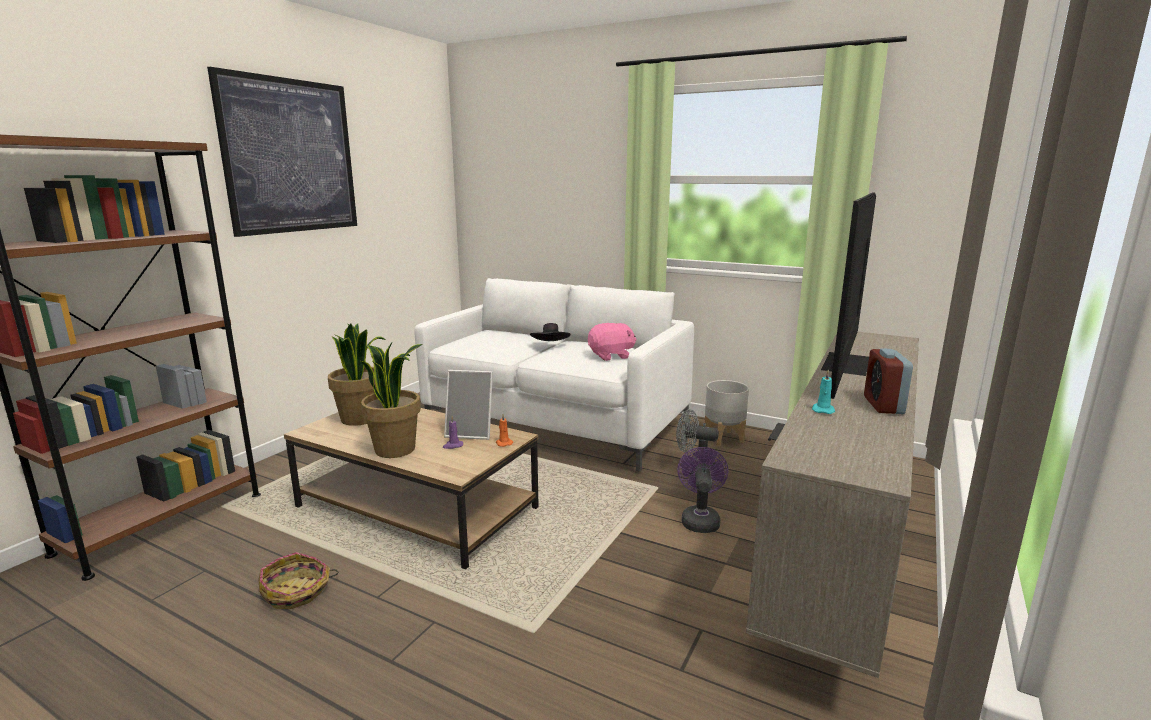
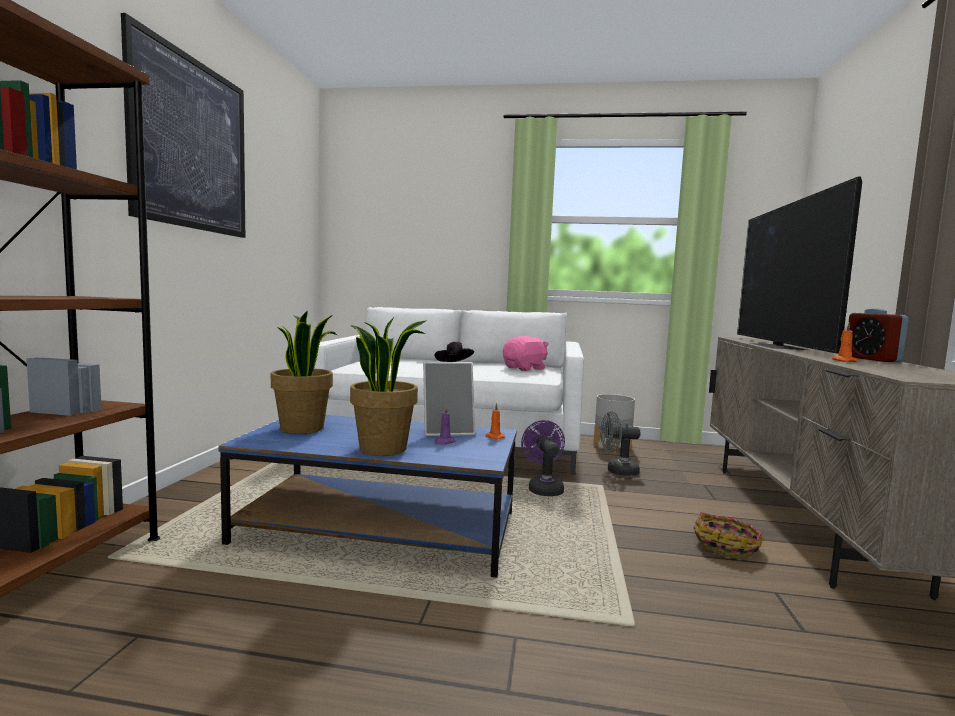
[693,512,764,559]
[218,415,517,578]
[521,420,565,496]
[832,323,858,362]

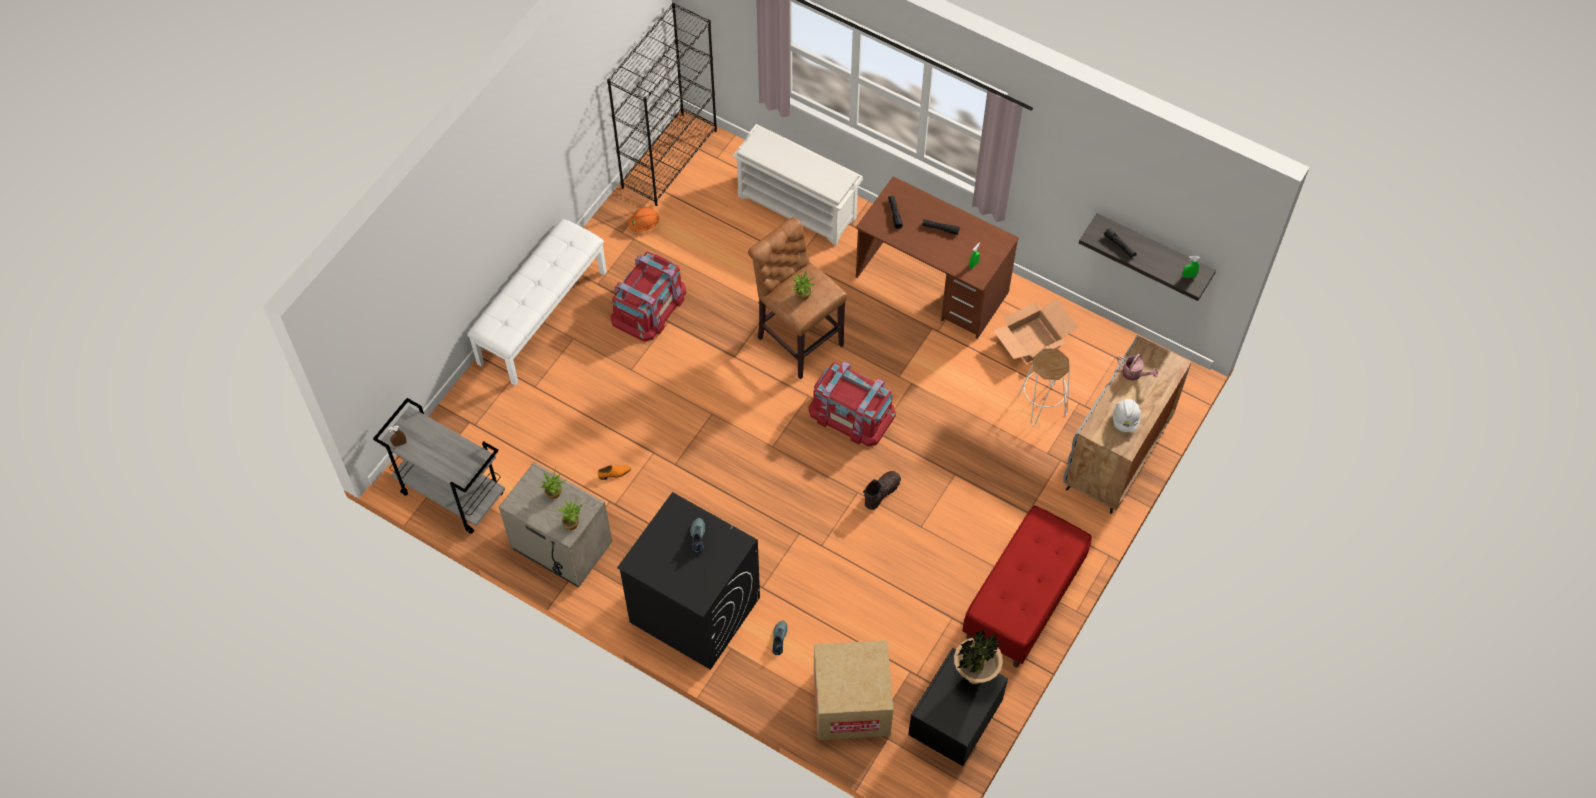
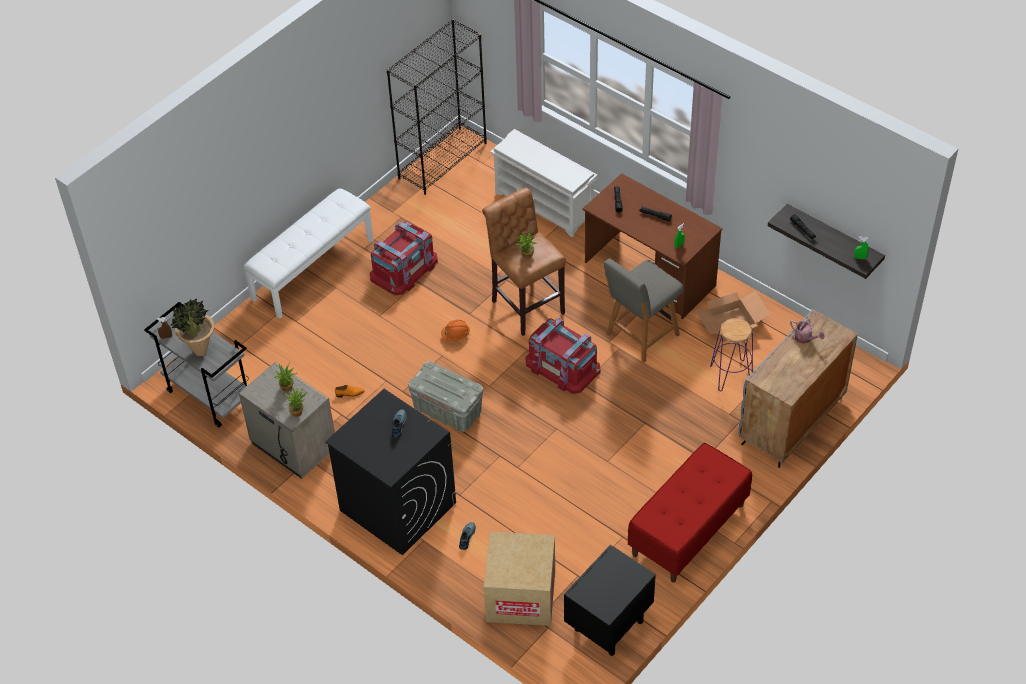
[441,320,470,341]
[863,471,901,510] (first image)
[171,298,214,356]
[710,318,753,391]
[1113,399,1141,432] (first image)
[408,361,483,432]
[604,259,684,363]

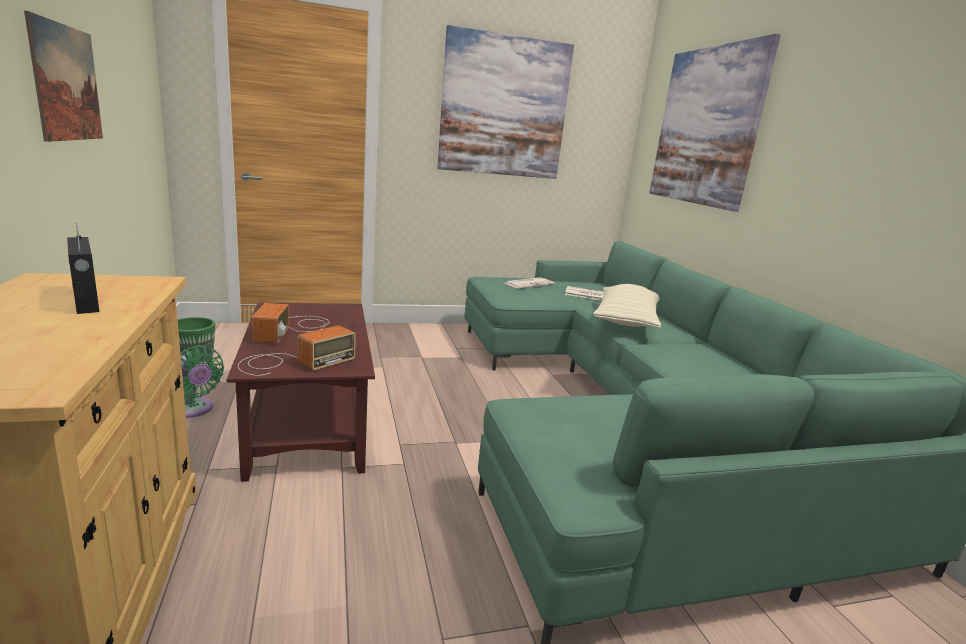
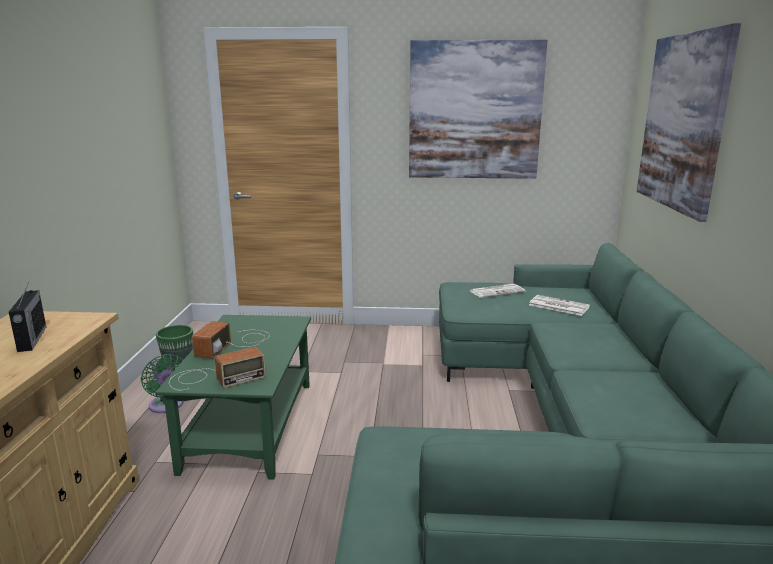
[24,11,103,142] (first image)
[155,315,311,480]
[593,284,661,328] (first image)

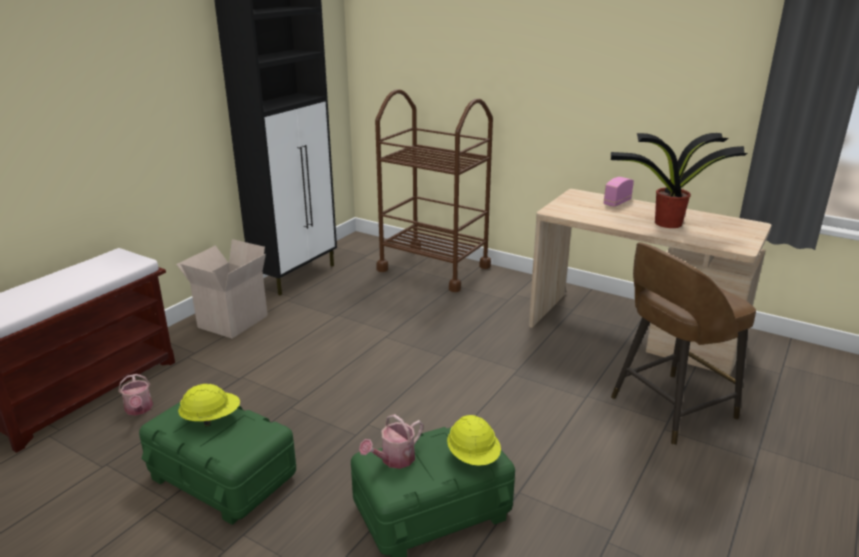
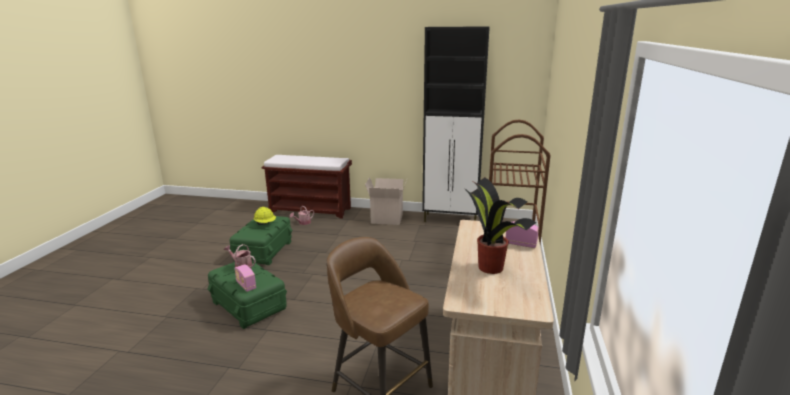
[234,264,256,292]

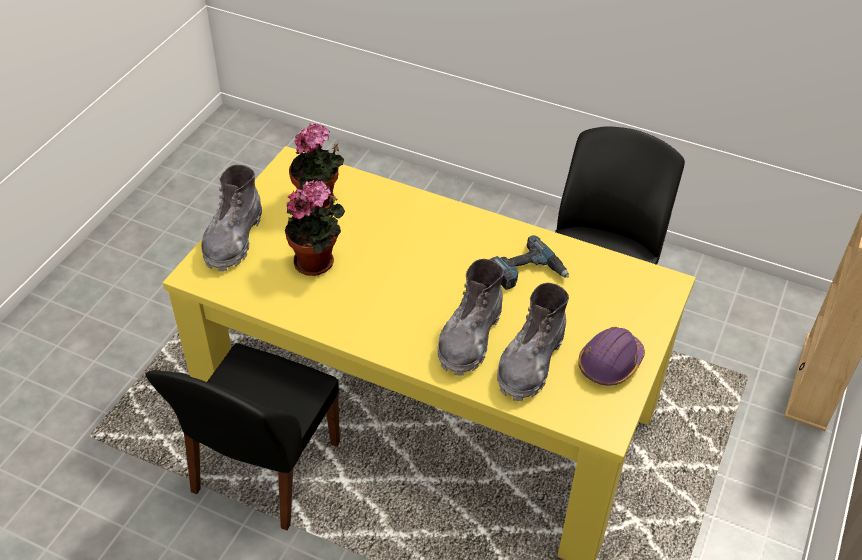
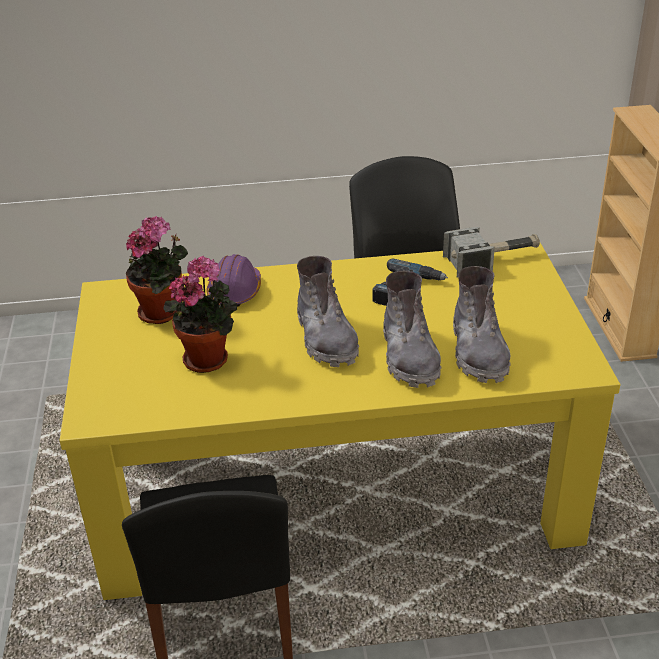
[297,256,359,367]
[206,254,261,307]
[443,227,540,278]

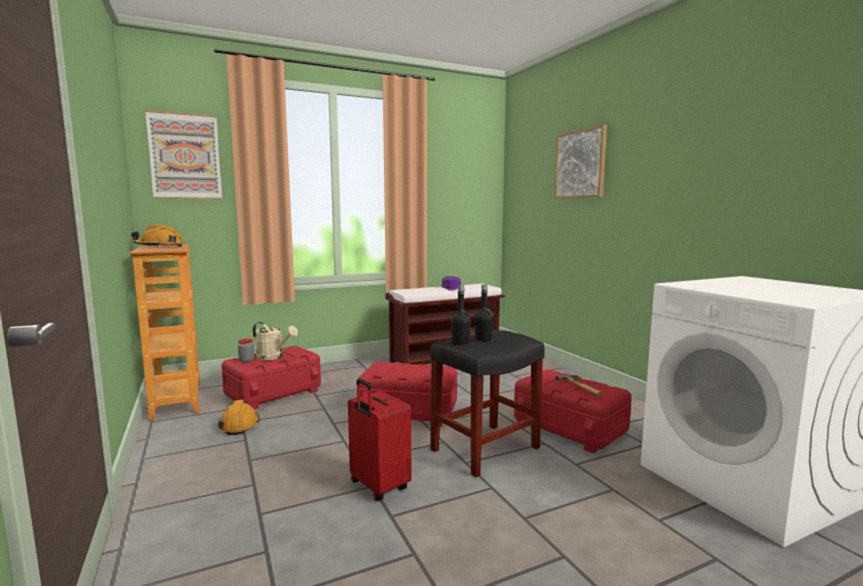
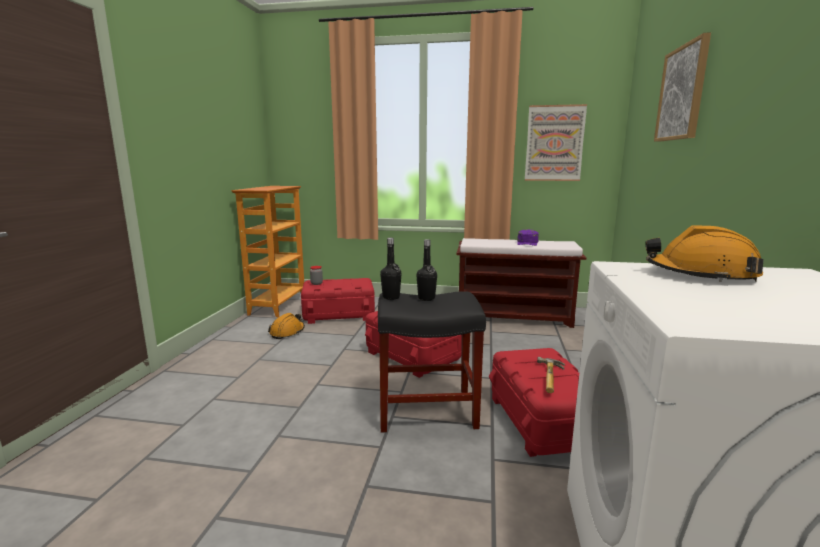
[645,226,764,282]
[525,104,587,181]
[253,322,298,360] (first image)
[348,378,412,501] (first image)

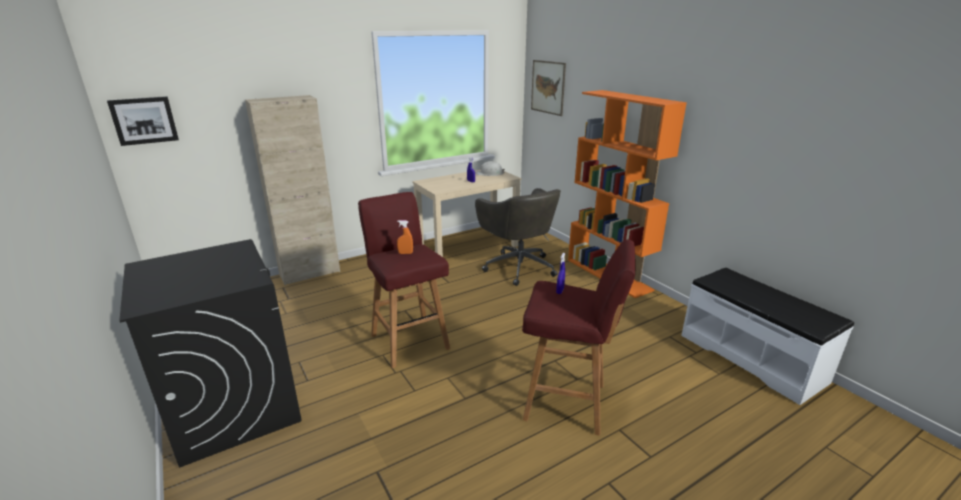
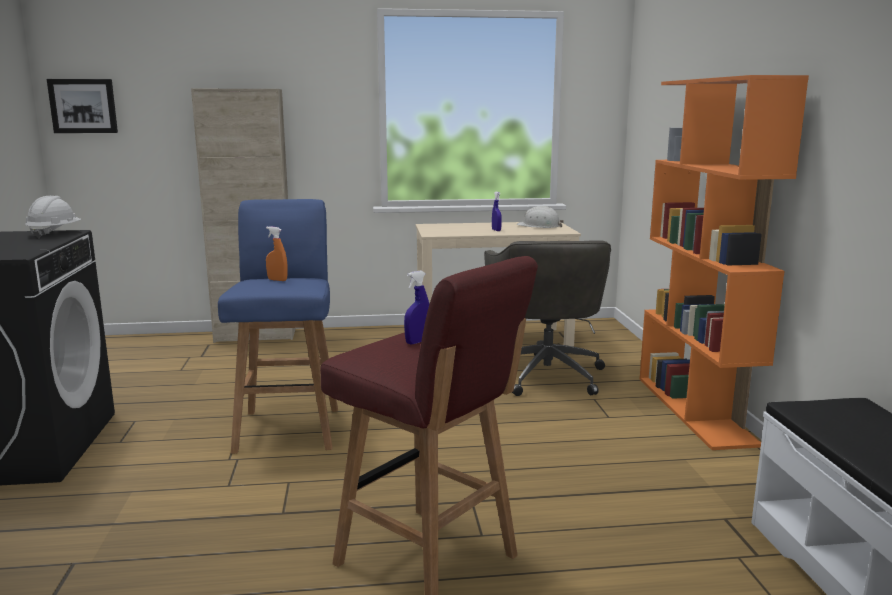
[218,199,338,454]
[531,60,566,116] (first image)
[25,196,82,238]

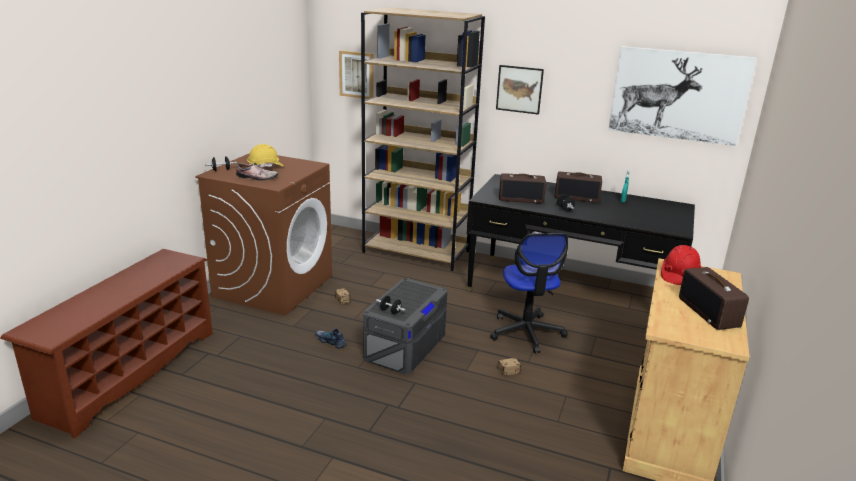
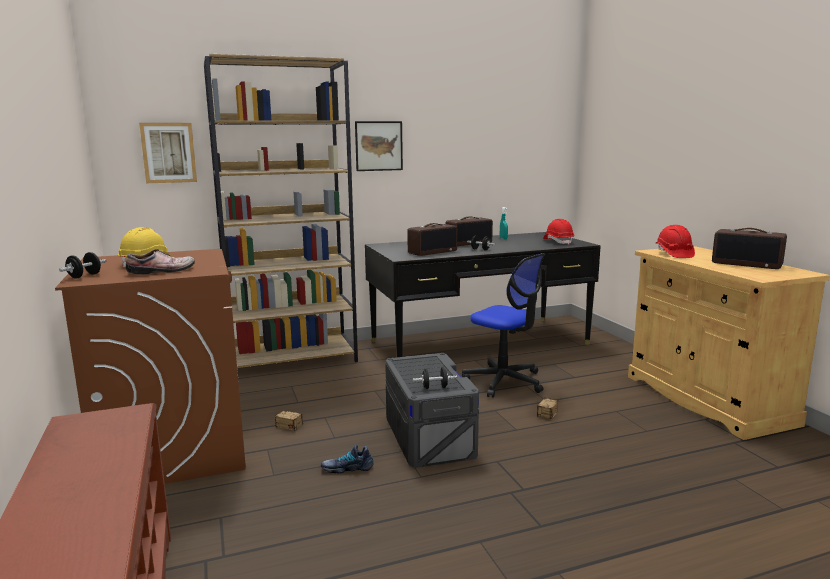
[608,46,757,146] (first image)
[543,219,574,245]

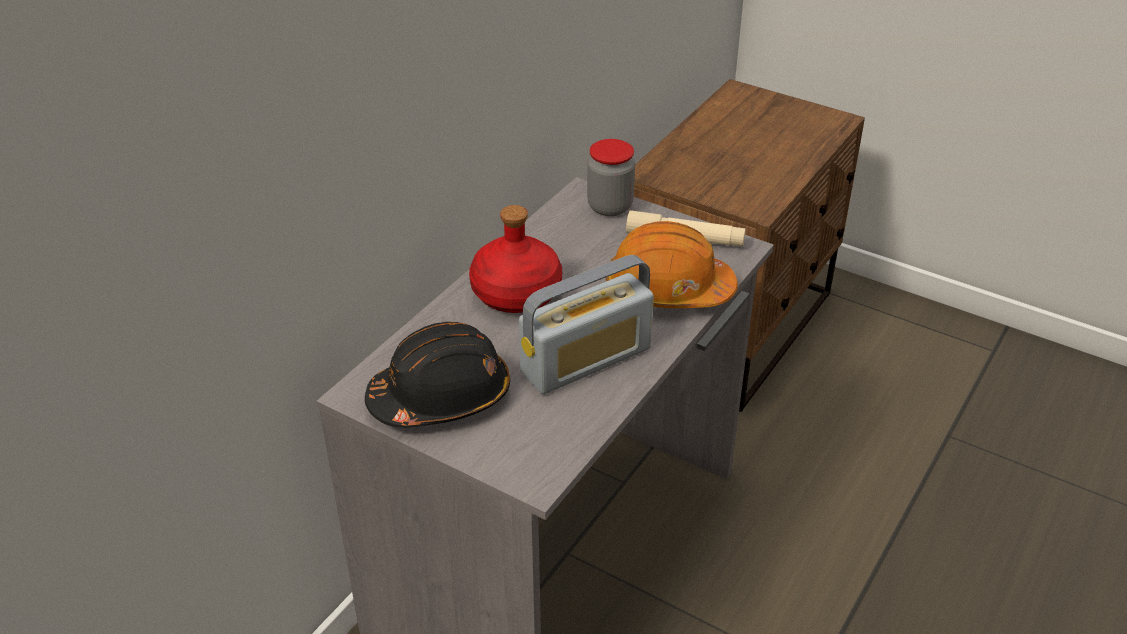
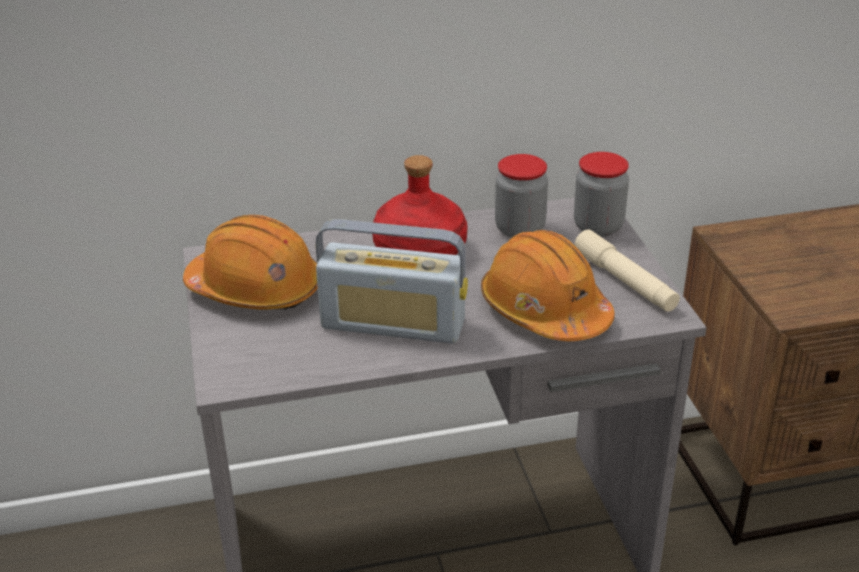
[183,215,318,310]
[495,154,548,238]

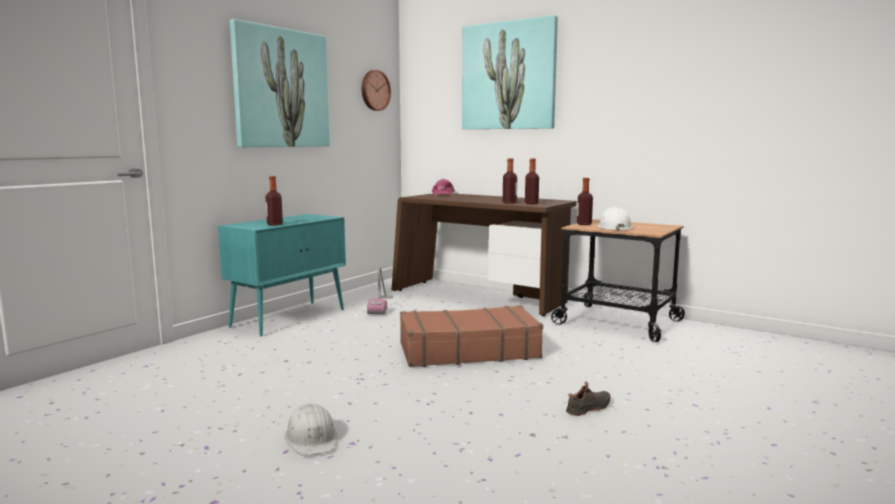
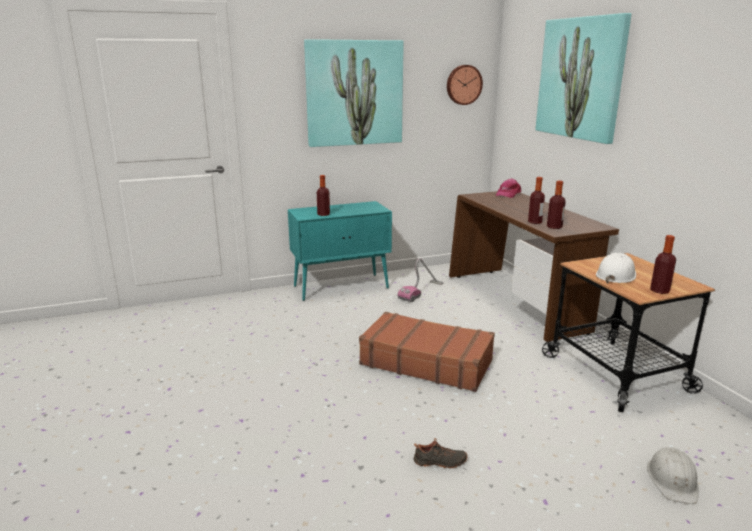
[647,447,699,504]
[650,235,676,294]

